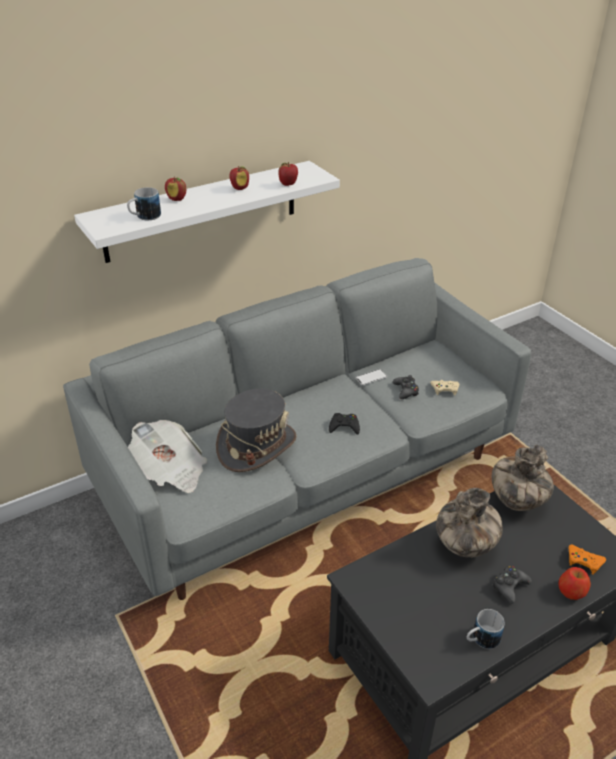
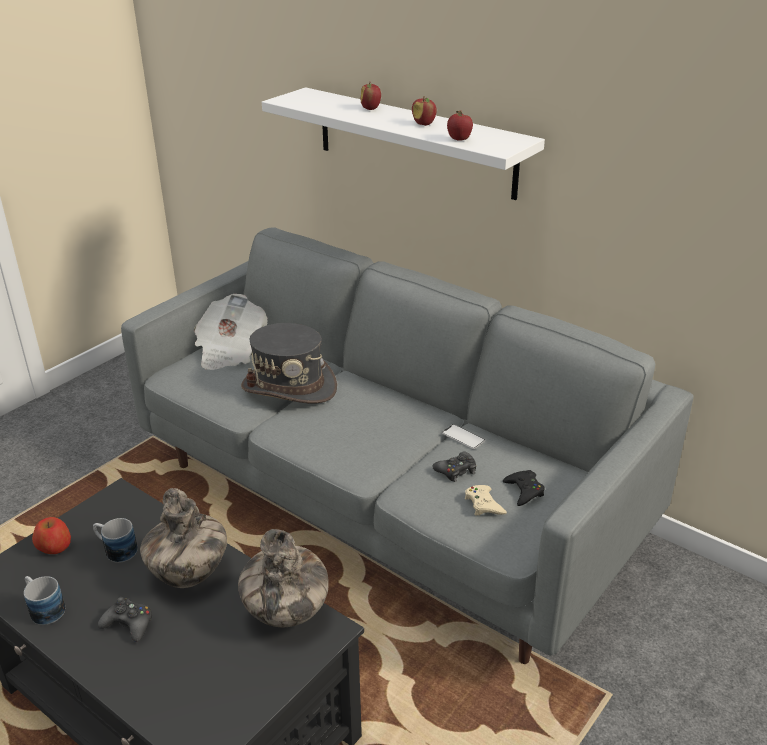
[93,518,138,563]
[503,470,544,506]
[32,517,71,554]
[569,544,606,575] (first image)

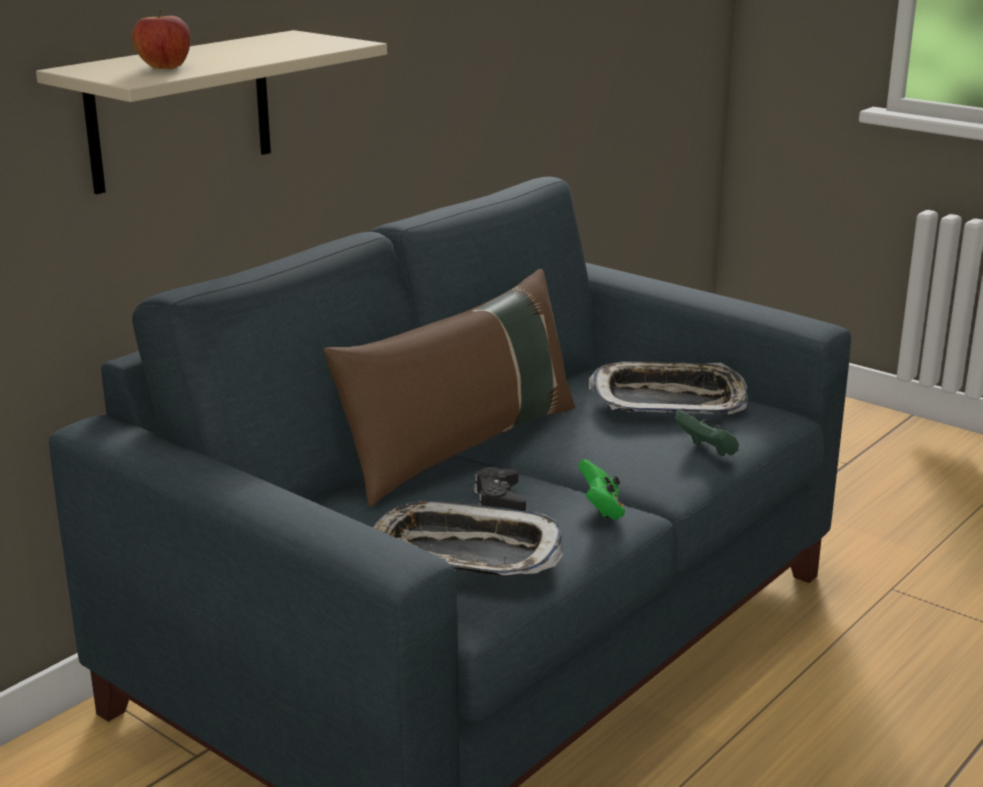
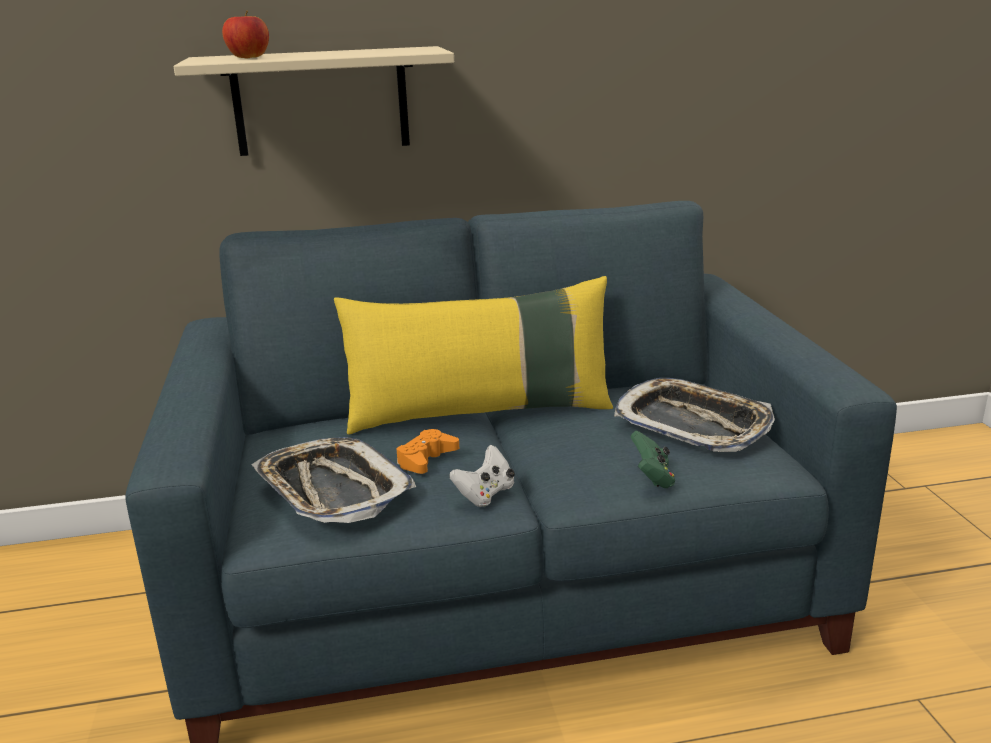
[334,276,613,435]
[396,429,459,474]
[450,445,515,507]

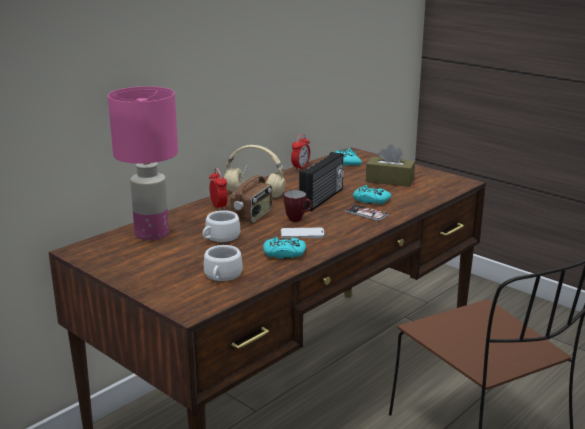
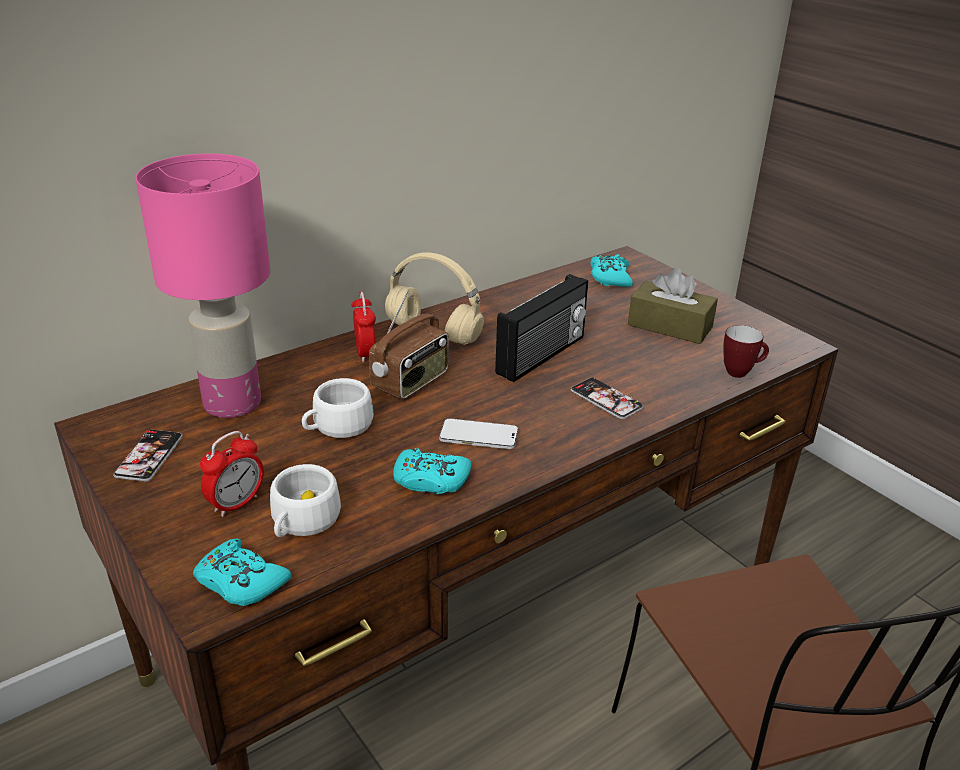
[724,325,769,378]
[200,431,264,517]
[193,539,291,606]
[113,430,183,482]

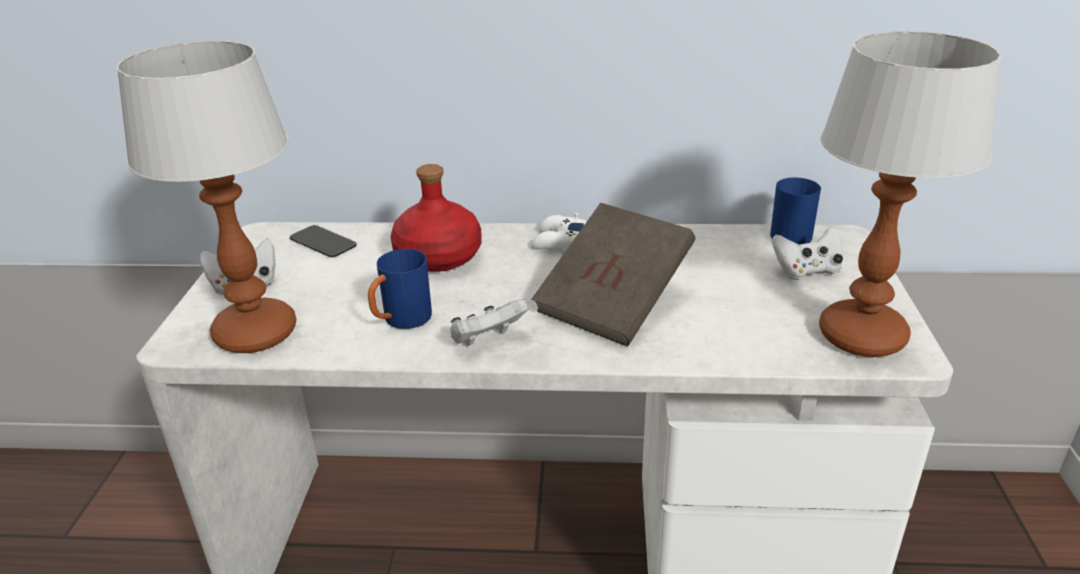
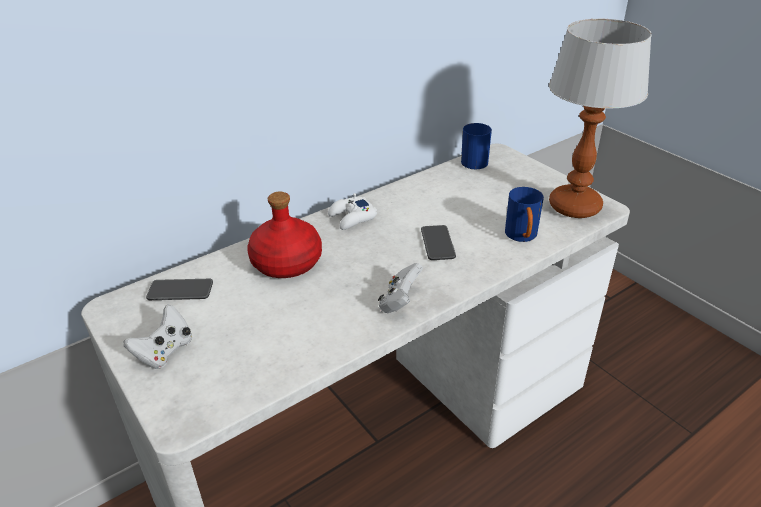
[117,41,296,353] (first image)
[505,187,544,242]
[421,225,456,260]
[771,226,843,280] (first image)

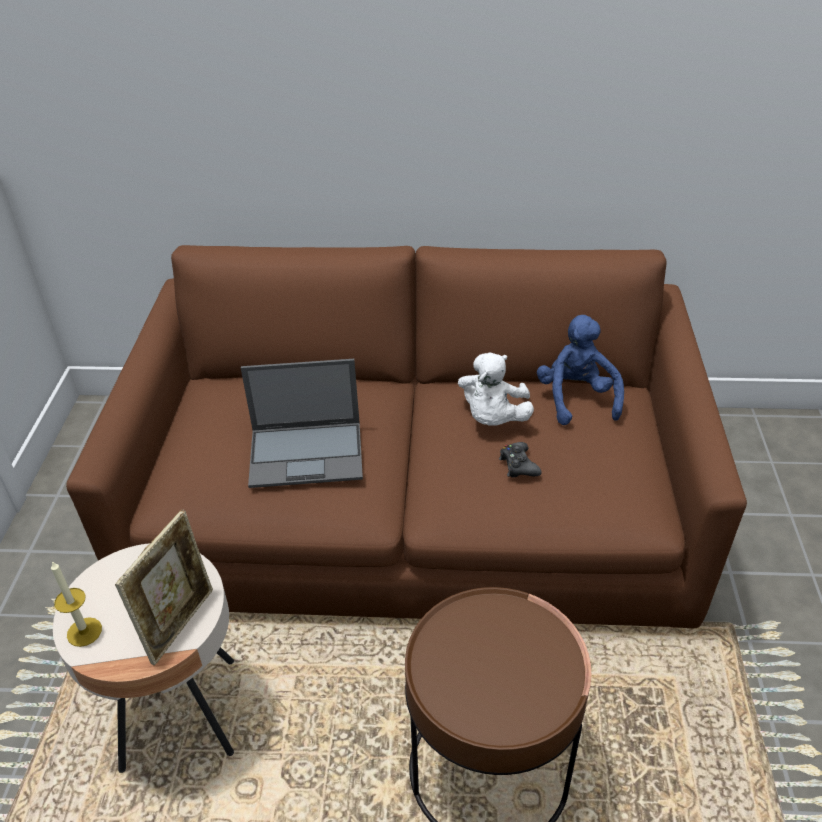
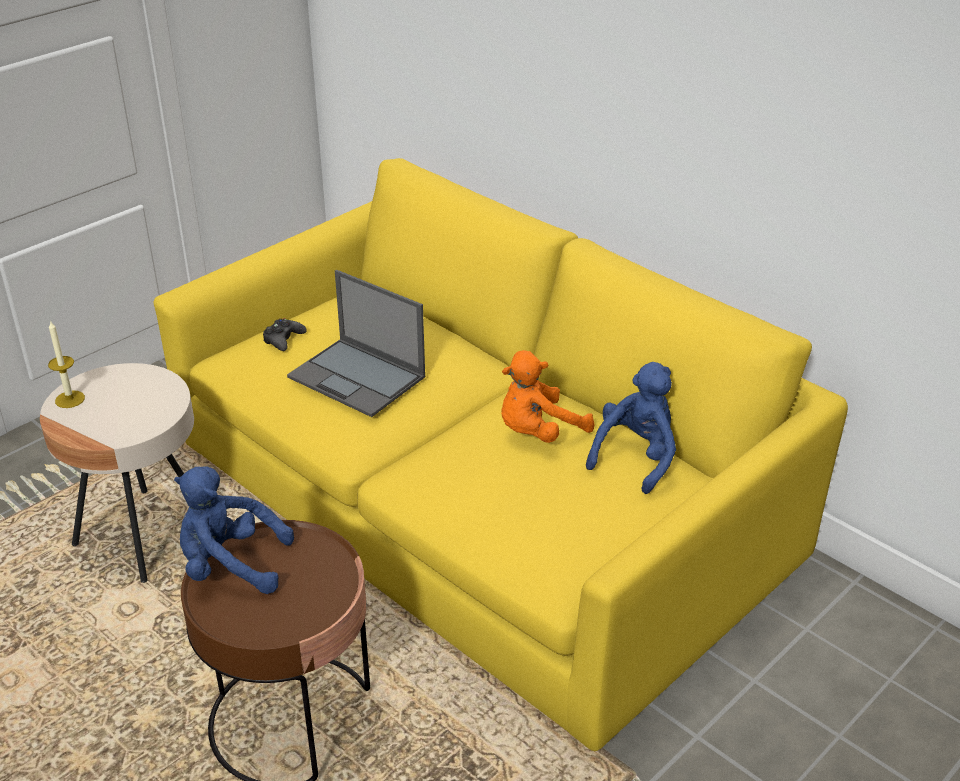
[153,158,848,751]
[115,509,213,666] (first image)
[501,350,594,443]
[263,318,307,351]
[174,466,294,594]

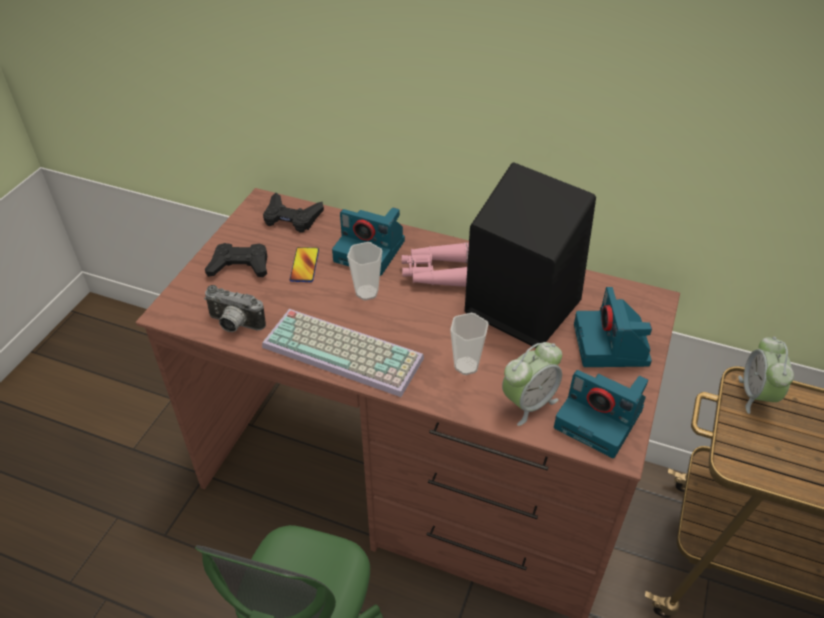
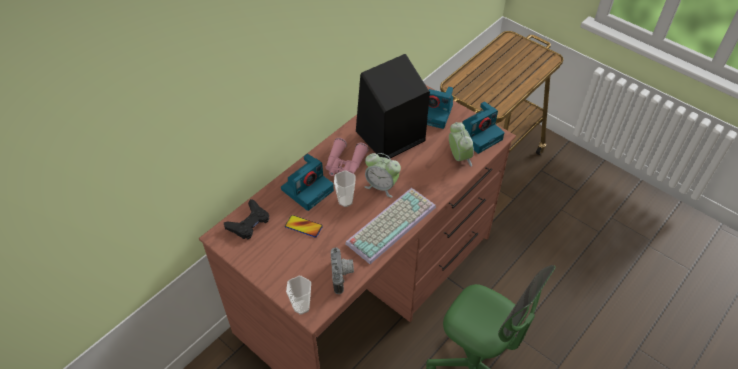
[331,248,354,294]
[205,243,267,277] (first image)
[286,276,311,315]
[365,153,401,198]

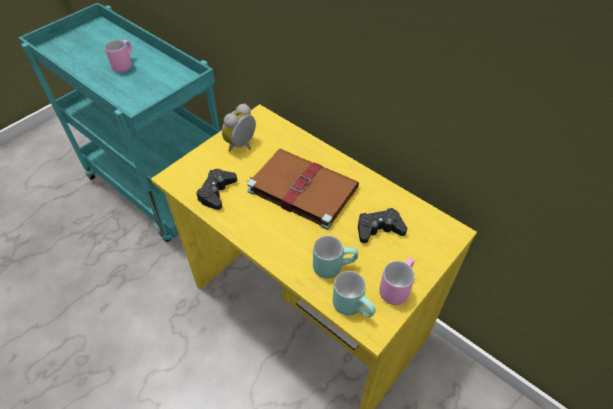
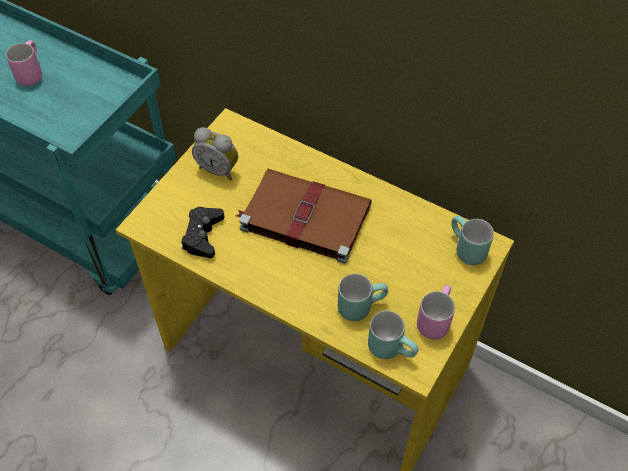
[192,127,238,181]
[358,208,407,243] (first image)
[451,216,494,265]

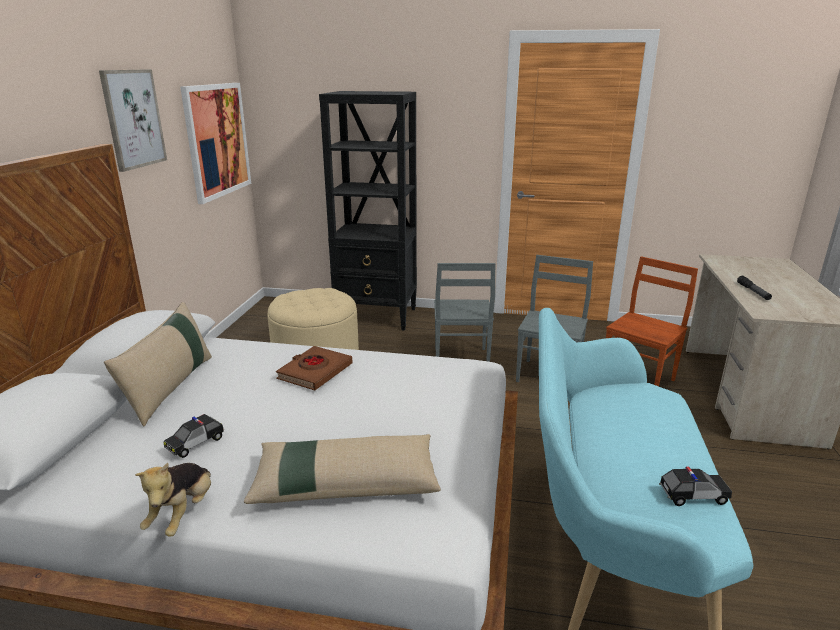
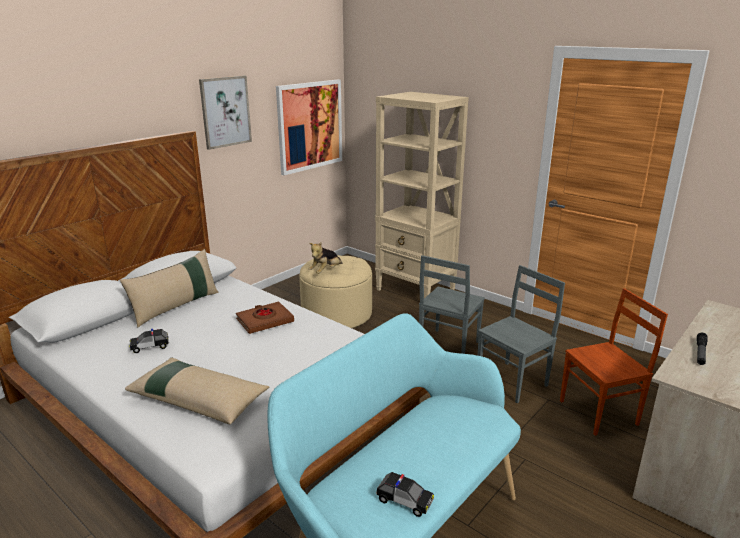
[309,242,342,274]
[375,92,469,298]

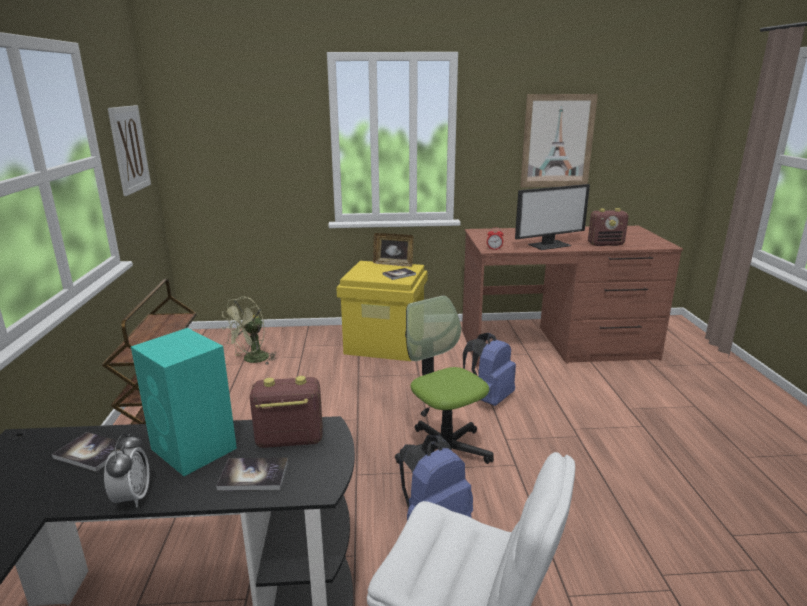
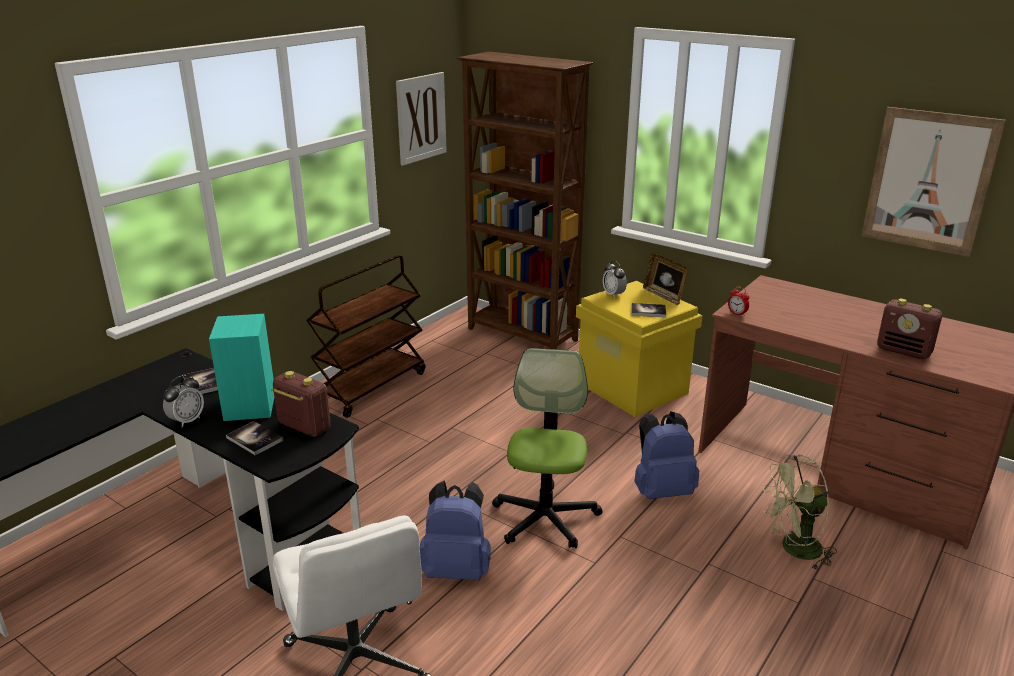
[763,454,837,571]
[515,184,590,250] (first image)
[457,52,594,350]
[603,261,627,298]

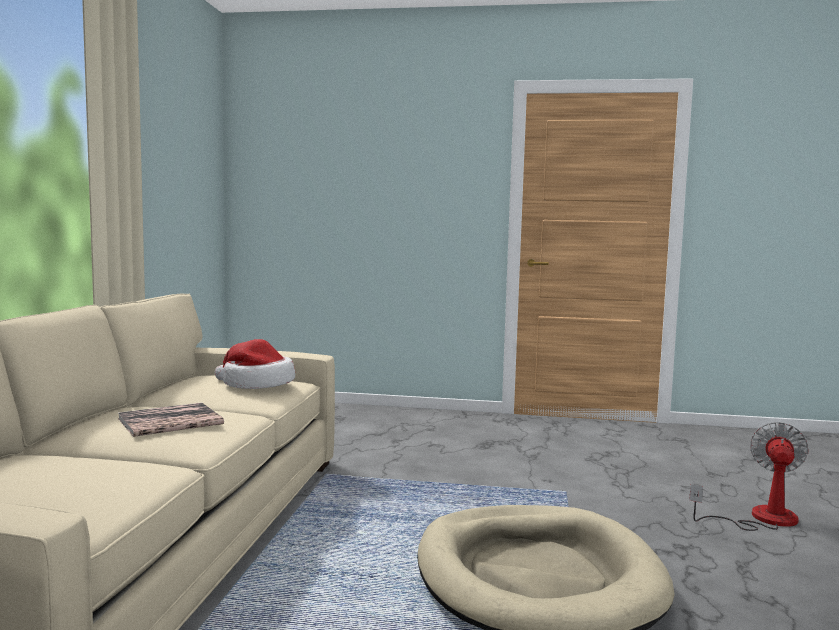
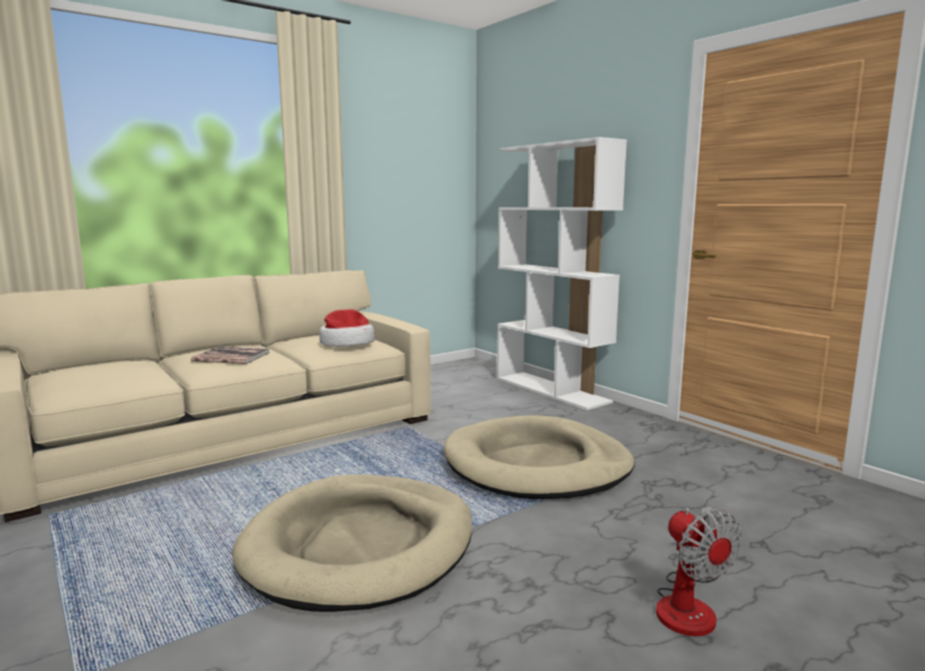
[656,506,742,636]
[444,415,634,499]
[497,137,627,410]

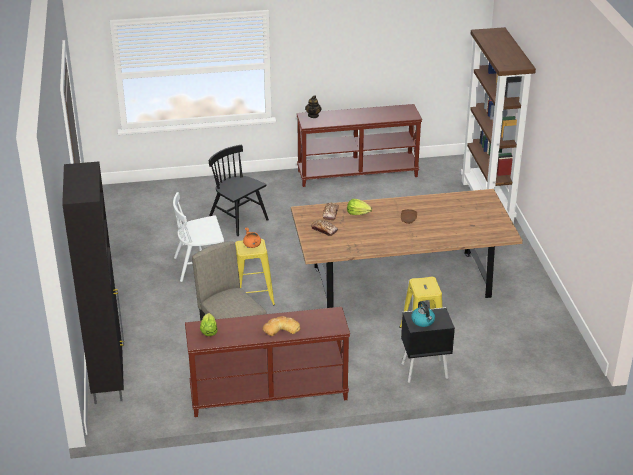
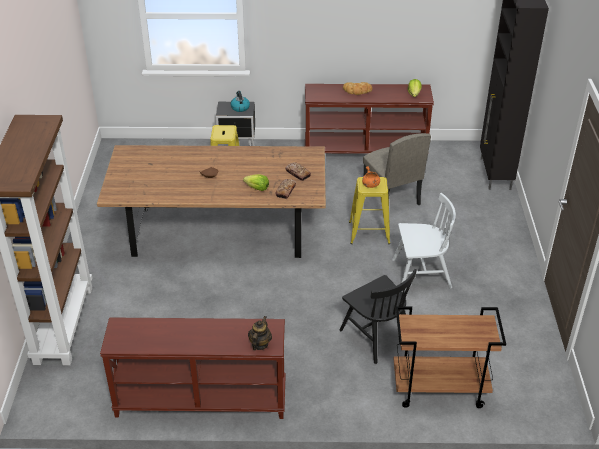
[394,306,506,408]

